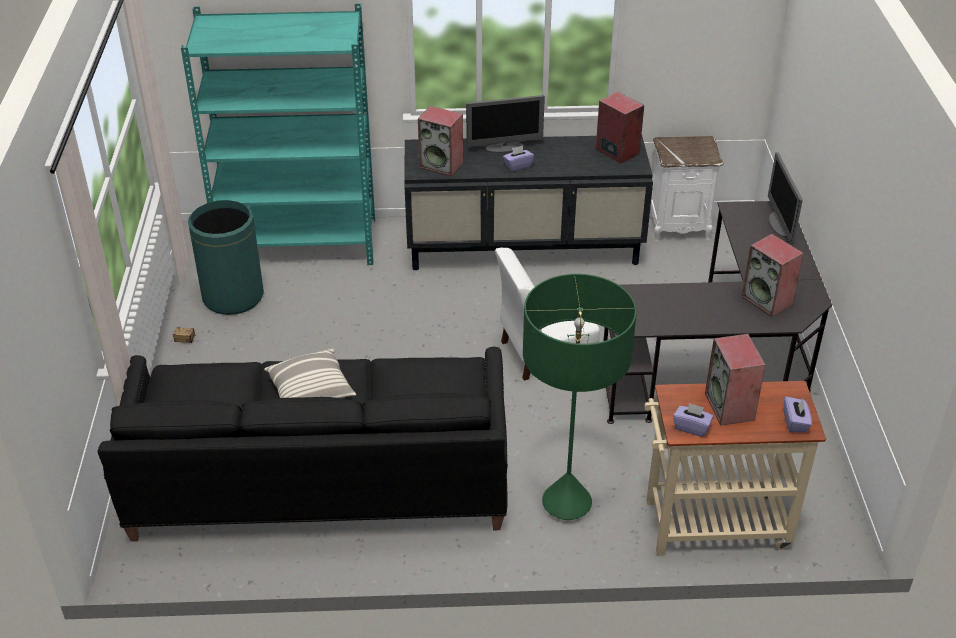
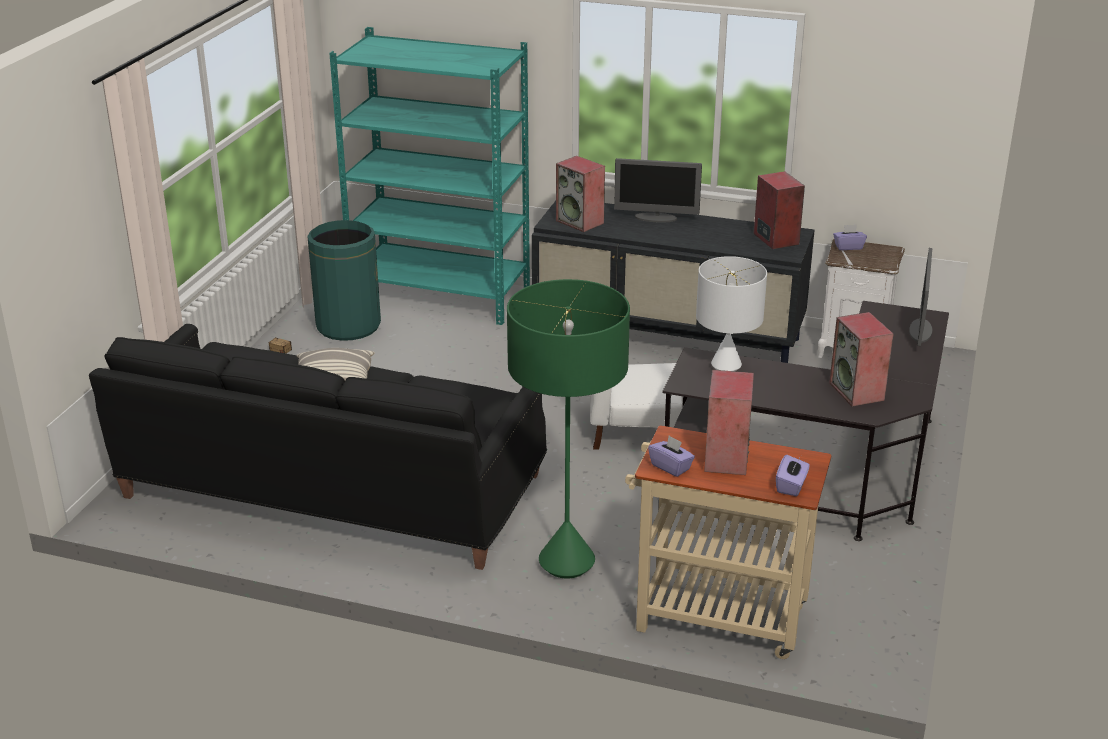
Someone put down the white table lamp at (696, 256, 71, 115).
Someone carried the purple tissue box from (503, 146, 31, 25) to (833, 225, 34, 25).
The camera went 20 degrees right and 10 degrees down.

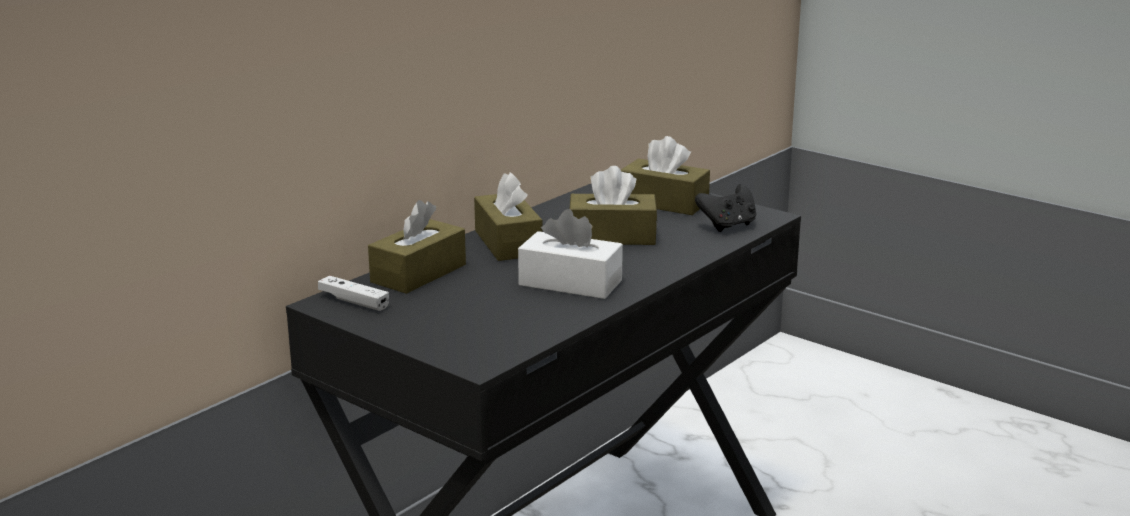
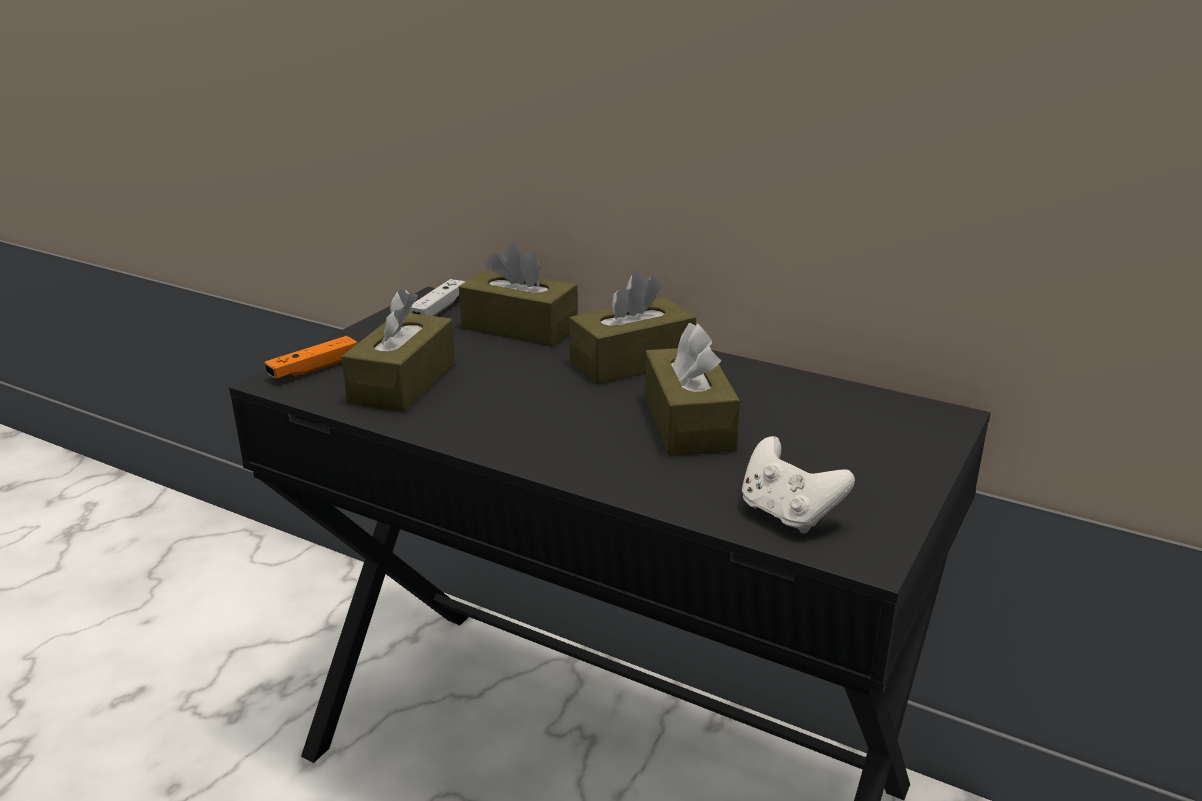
Someone put down the orange game controller at (265, 336, 93, 43).
Someone carried the brown tissue box from (621, 136, 89, 79) to (341, 289, 114, 123).
Someone repainted the black game controller at (695, 184, 61, 48), which became the white game controller at (742, 436, 113, 98).
Someone took away the white tissue box at (518, 209, 105, 90).
The camera went 80 degrees right and 5 degrees up.

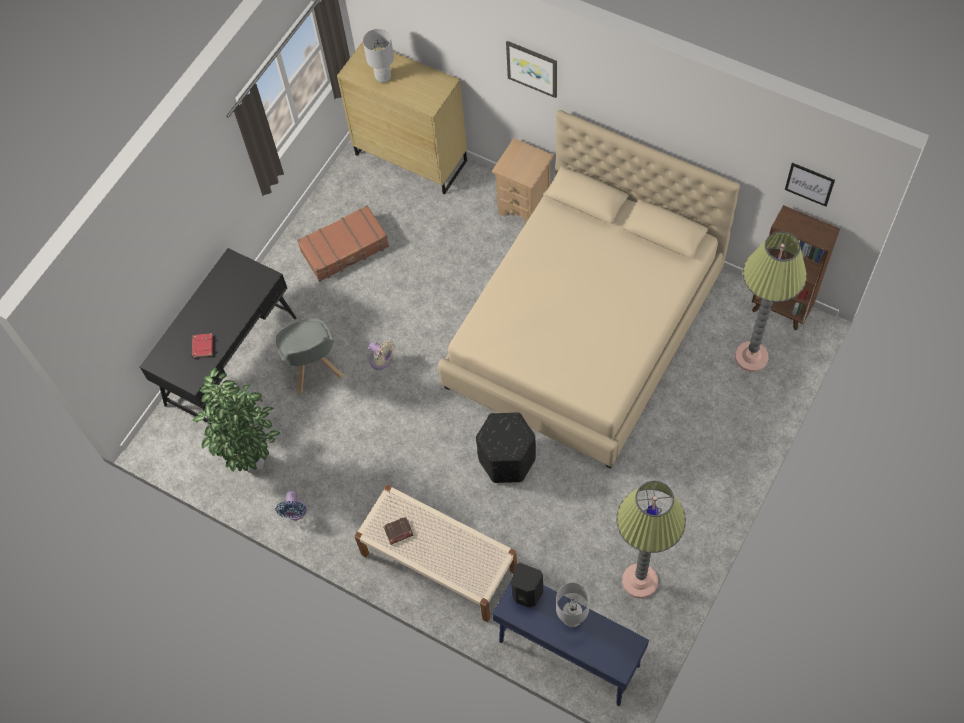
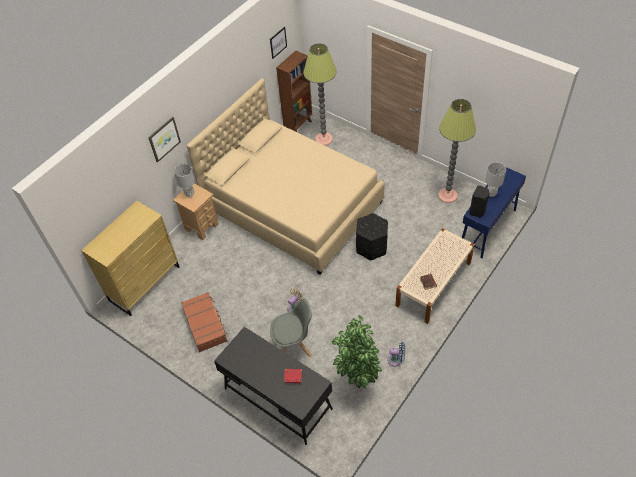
Someone carried the grey table lamp from (363, 29, 31, 54) to (174, 164, 21, 33).
The camera went 85 degrees left and 10 degrees down.

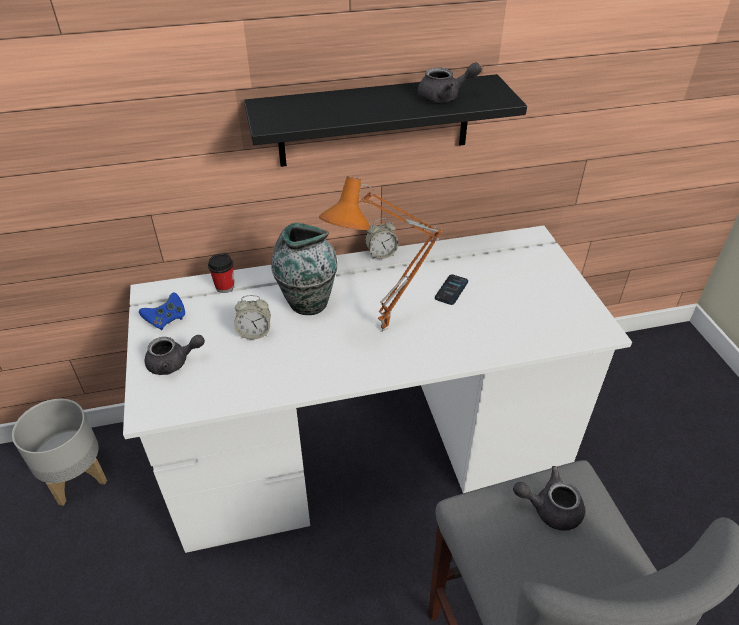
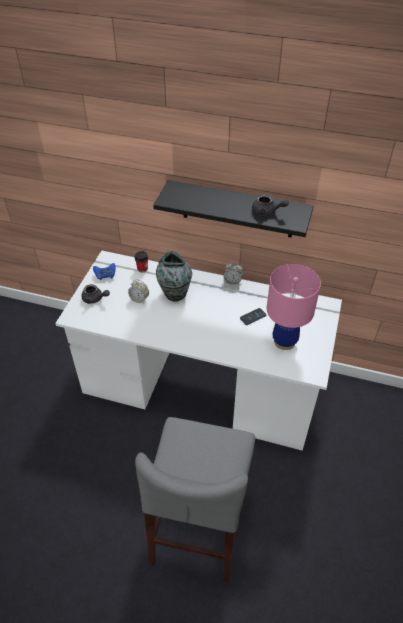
Someone put down the pink table lamp at (267, 264, 54, 86).
Someone took away the grey planter at (12, 399, 95, 107).
Someone took away the orange table lamp at (319, 176, 124, 156).
Someone took away the grey teapot at (513, 466, 72, 65).
The camera went 30 degrees right and 5 degrees up.

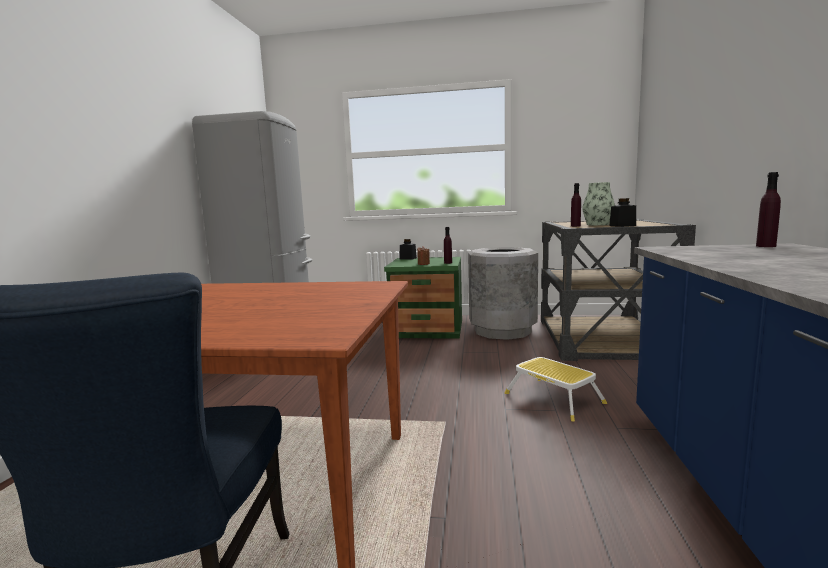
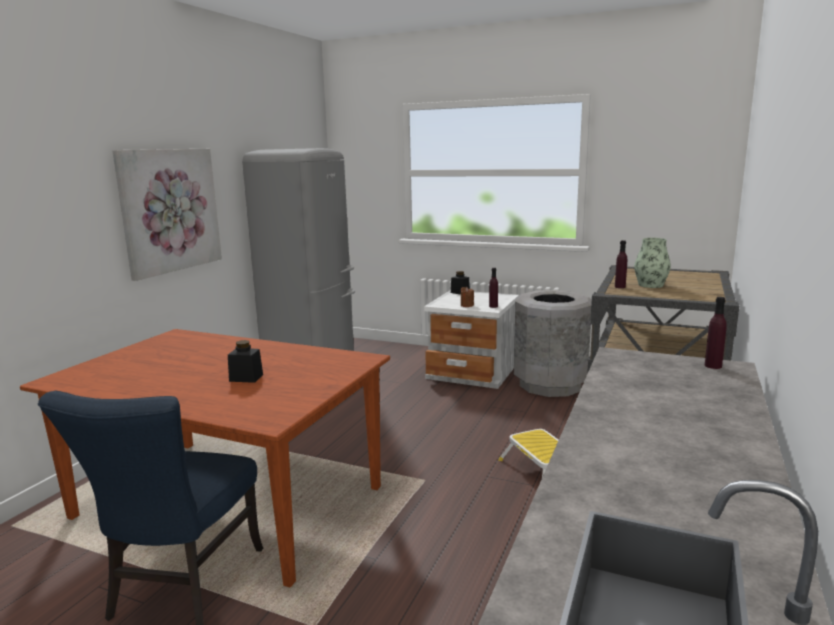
Someone put up the picture at (112, 149, 110, 132).
Someone carried the black jar from (609, 198, 27, 29) to (228, 340, 35, 43).
Someone repainted the green nightstand at (384, 257, 78, 82), which became the white nightstand at (424, 290, 95, 99).
The camera went 15 degrees right and 5 degrees up.

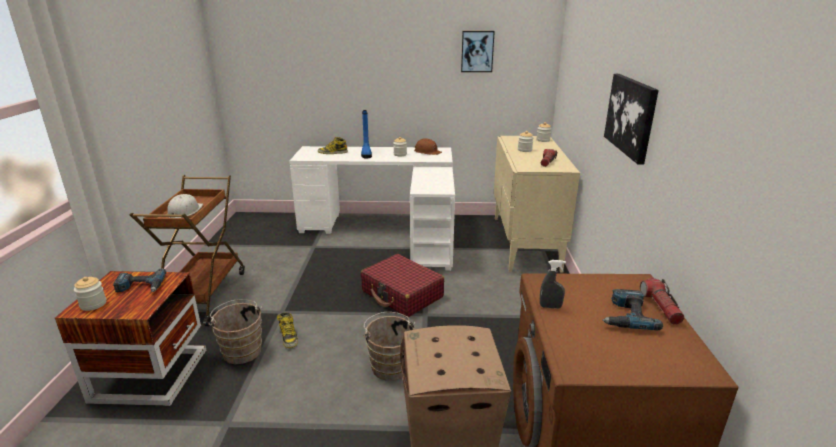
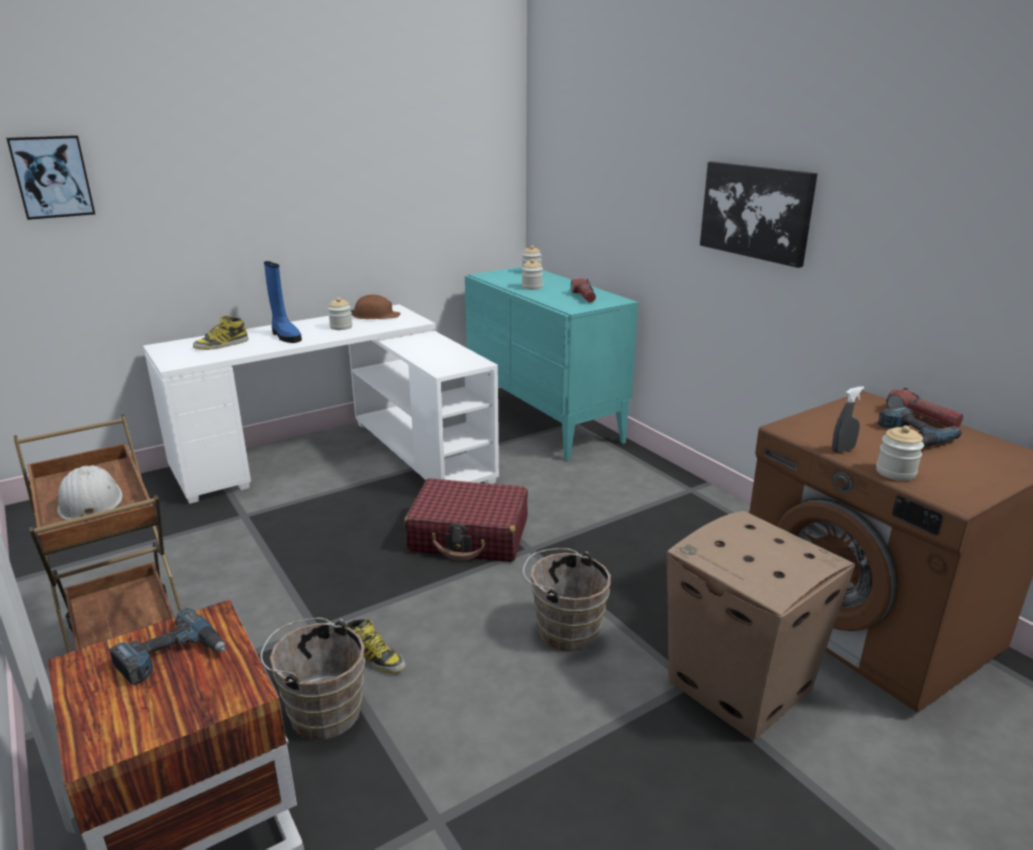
Someone carried the picture from (461, 31, 34, 41) to (6, 135, 89, 85).
Someone repainted the beige cabinet at (494, 136, 86, 137), which became the turquoise cabinet at (465, 267, 174, 194).
Someone carried the jar from (74, 277, 32, 34) to (876, 426, 48, 55).
The camera went 35 degrees left and 0 degrees up.

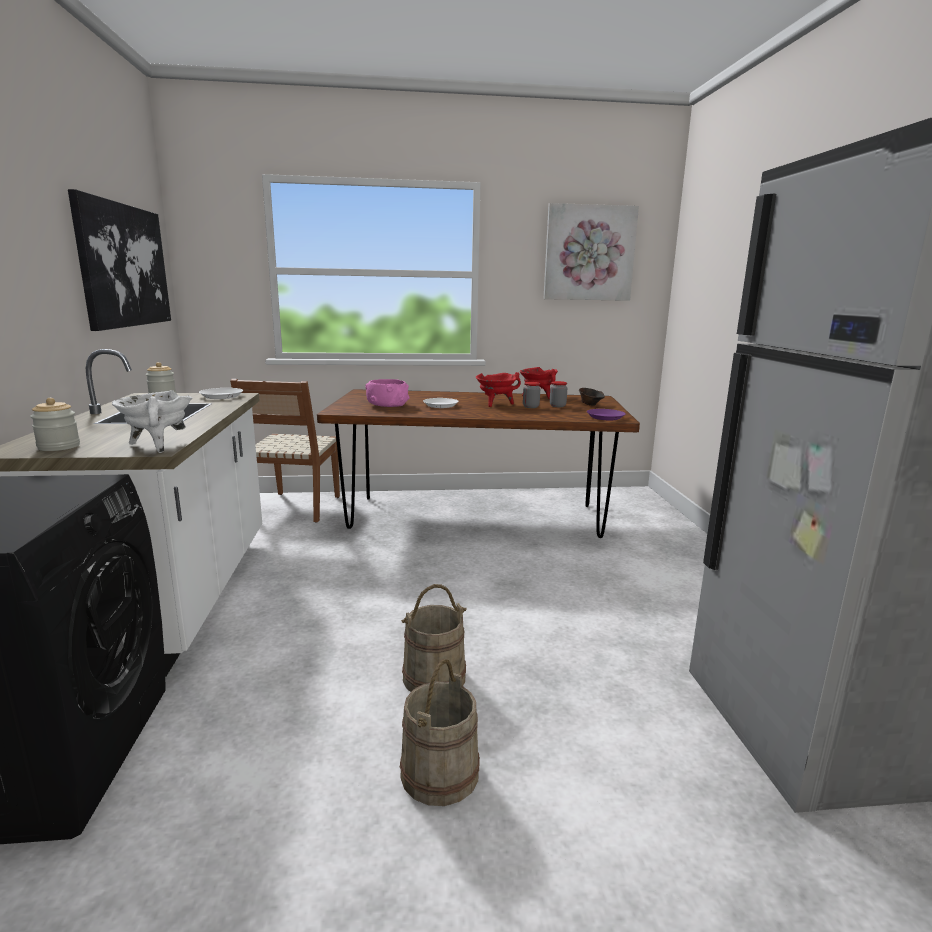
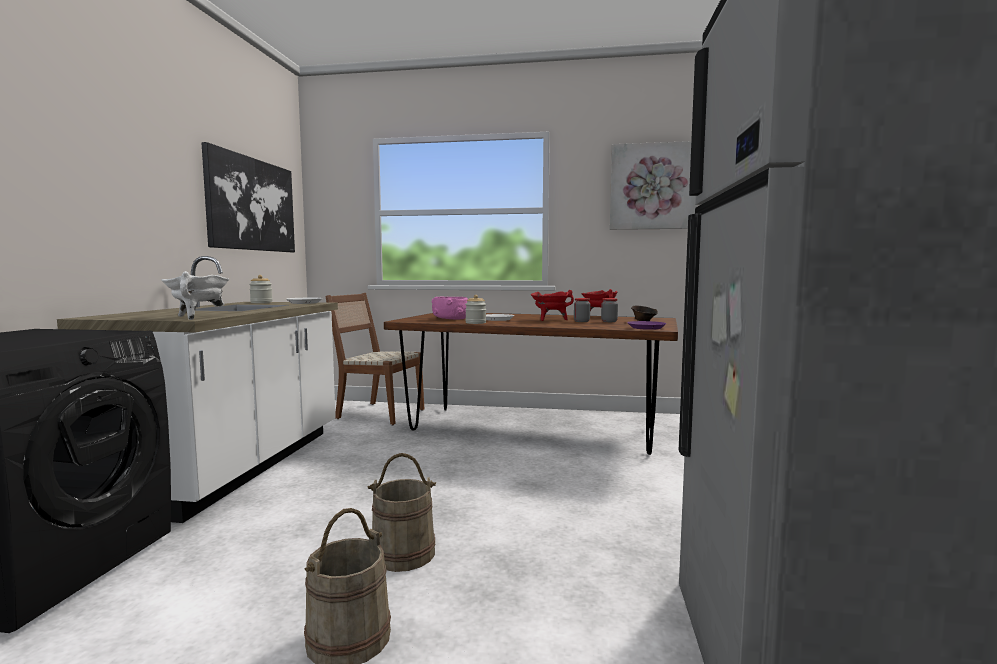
Someone rotated the chair at (230, 379, 110, 144) by 90 degrees clockwise.
Someone carried the jar from (30, 398, 50, 53) to (465, 295, 21, 29).
The camera went 15 degrees right and 10 degrees down.

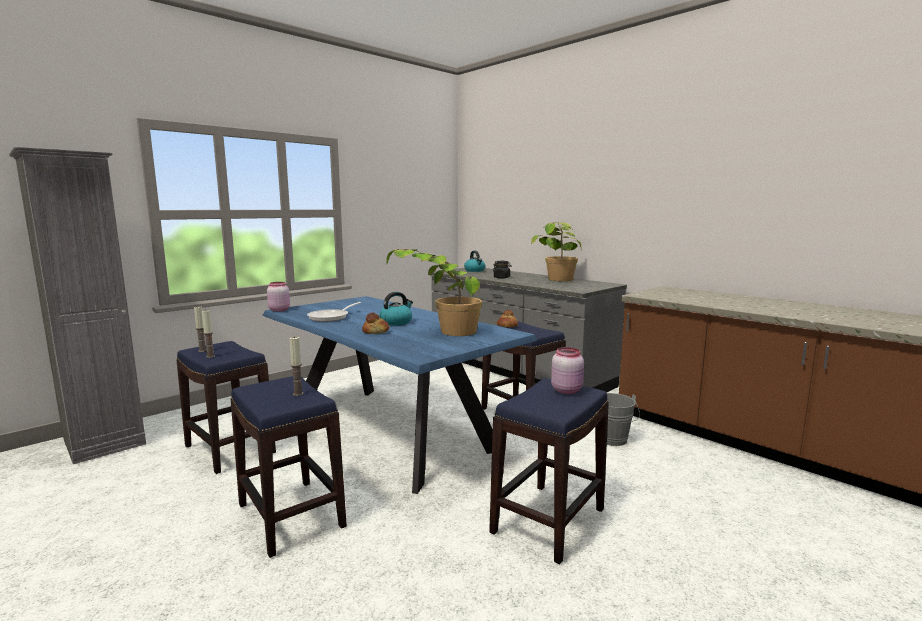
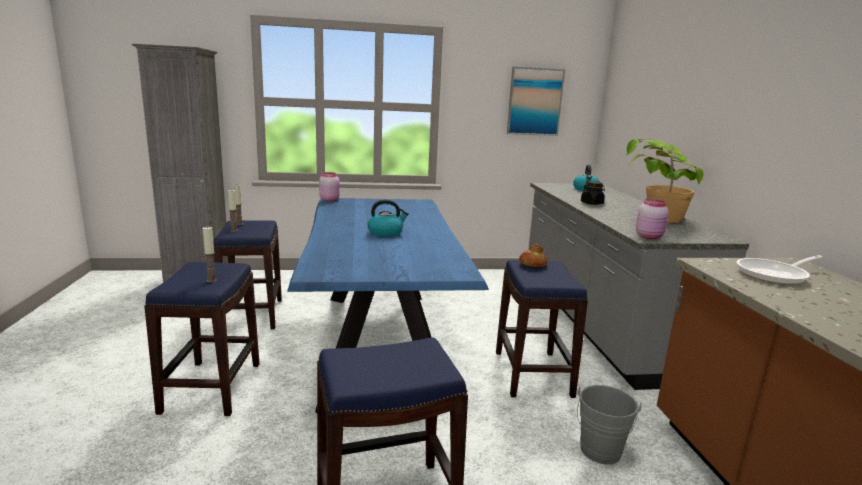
Someone put up the picture at (507, 67, 58, 69).
Someone carried the pink jar from (551, 347, 33, 47) to (636, 199, 33, 40).
Someone carried the frying pan from (307, 302, 54, 20) to (737, 255, 86, 30).
Someone took away the bread at (362, 312, 27, 22).
Someone took away the potted plant at (386, 249, 96, 87).
The camera went 35 degrees right and 5 degrees up.

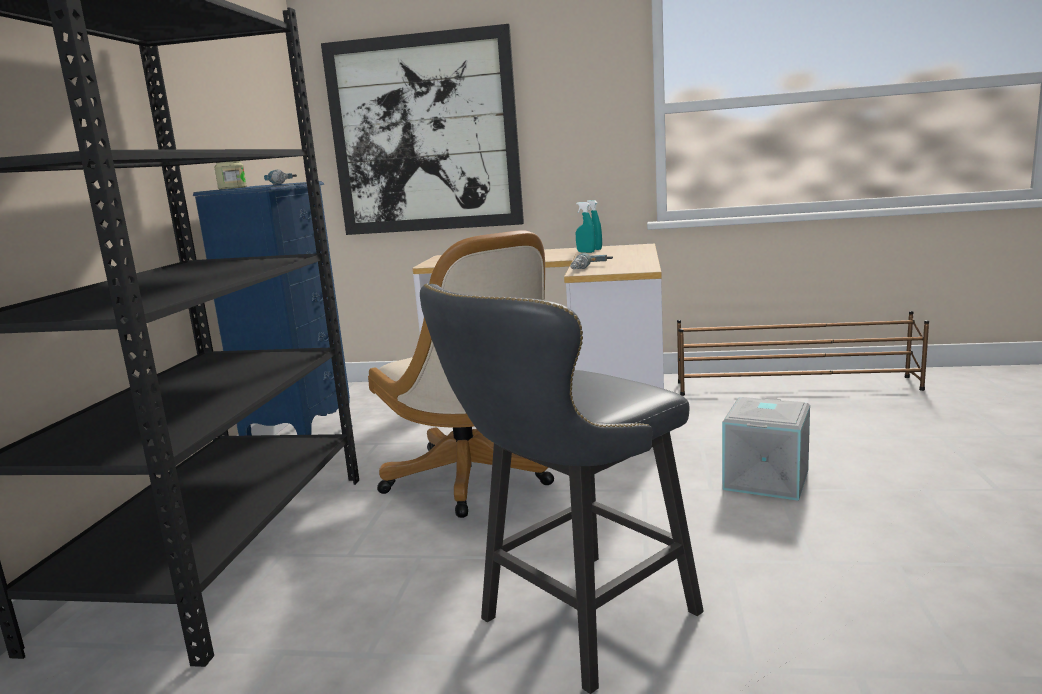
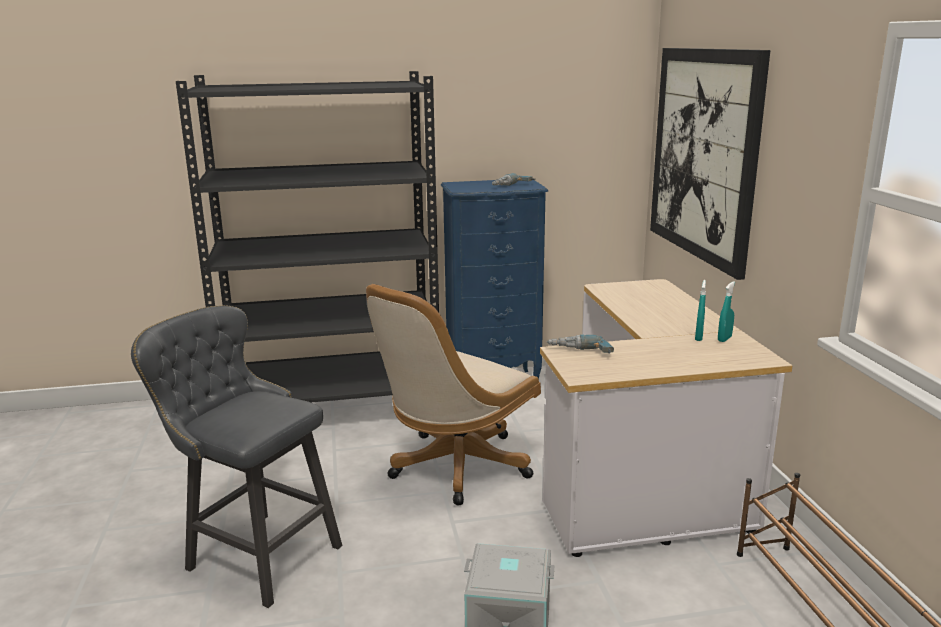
Someone took away the jar at (214, 161, 33, 28).
The camera went 70 degrees right and 5 degrees up.

